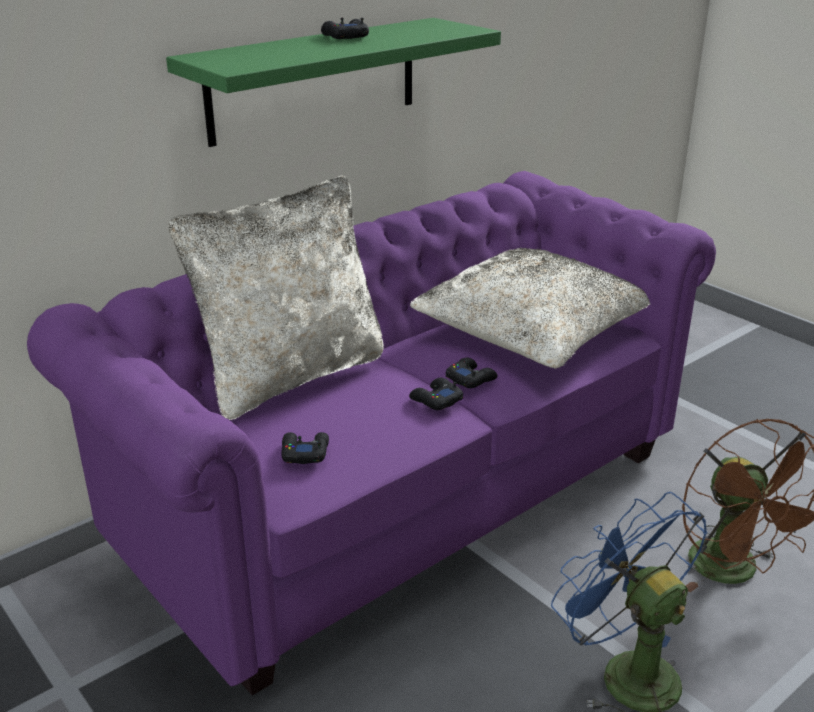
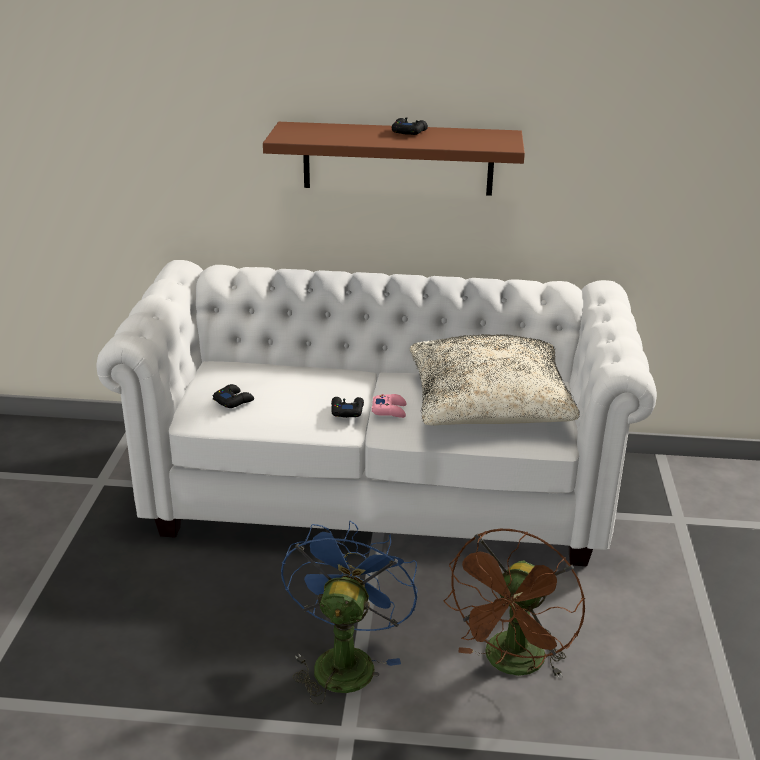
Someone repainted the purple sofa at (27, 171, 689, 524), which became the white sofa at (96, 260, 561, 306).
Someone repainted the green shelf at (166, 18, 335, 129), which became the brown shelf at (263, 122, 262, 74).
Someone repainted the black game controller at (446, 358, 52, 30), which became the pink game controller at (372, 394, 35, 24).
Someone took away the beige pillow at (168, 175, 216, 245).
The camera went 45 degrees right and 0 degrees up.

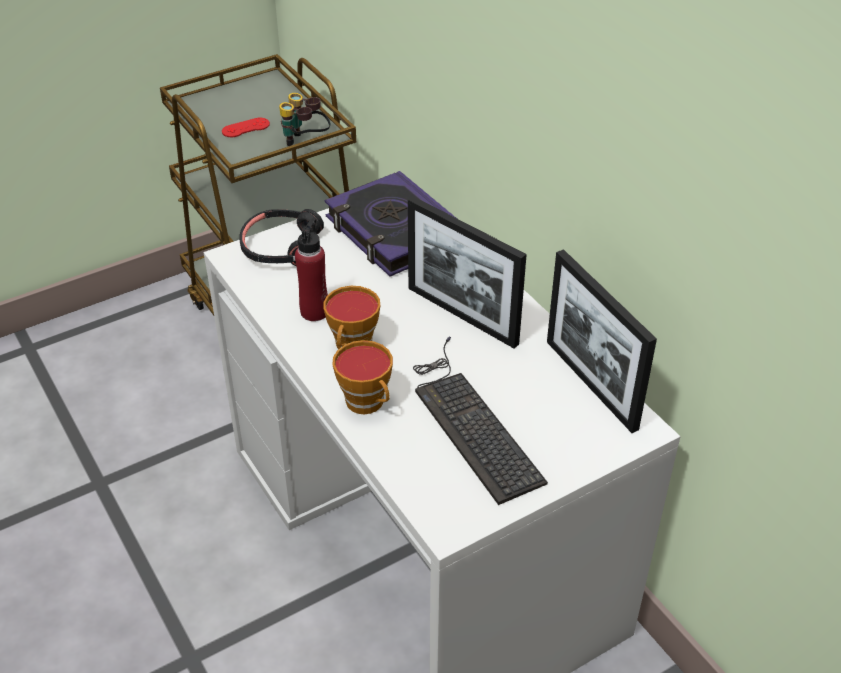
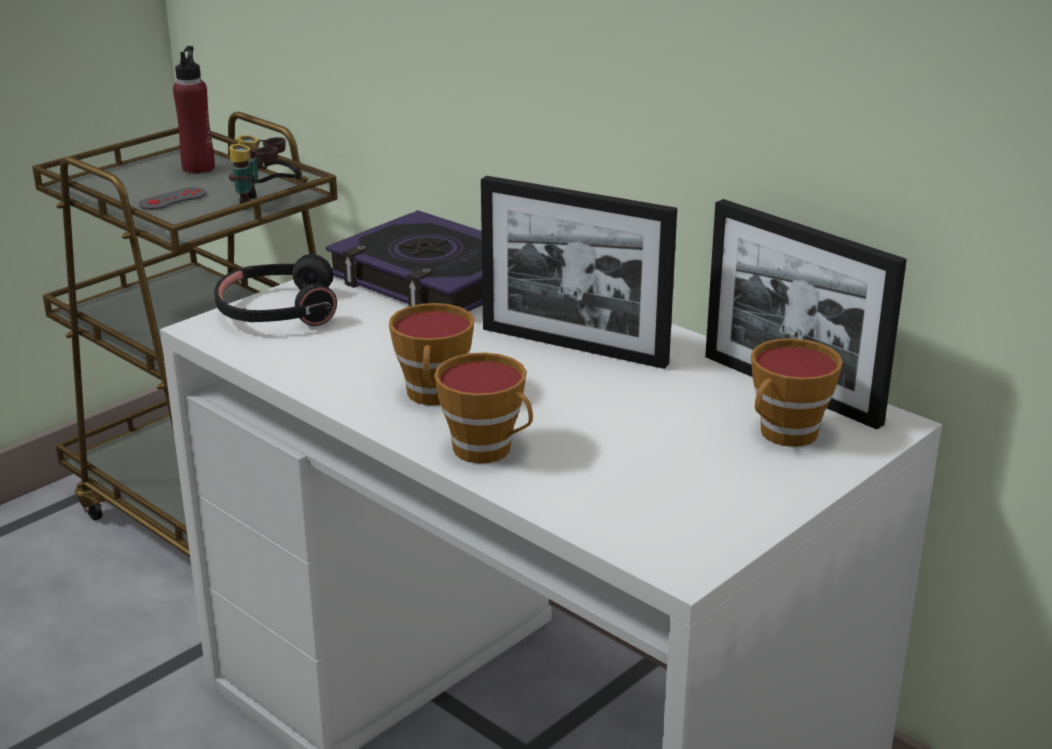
Someone repainted the red game controller at (222, 118, 48, 19), which became the grey game controller at (139, 187, 67, 23).
Someone carried the red bottle from (295, 219, 33, 102) to (173, 46, 42, 128).
Someone put down the cup at (751, 338, 92, 109).
Someone took away the keyboard at (413, 337, 135, 168).
The camera went 15 degrees left and 15 degrees down.

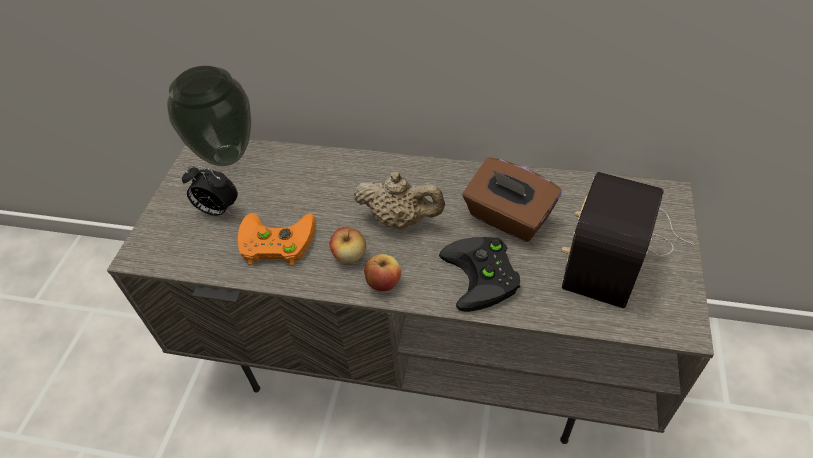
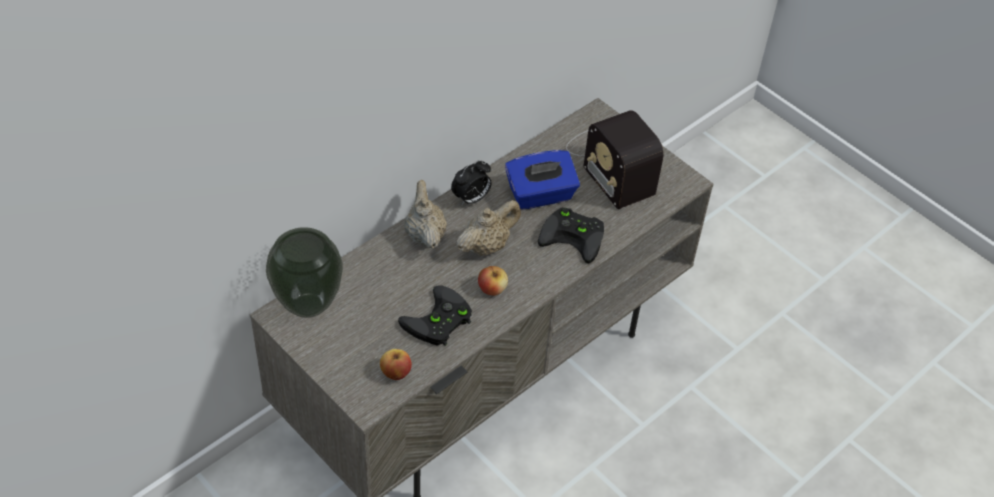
Someone carried the apple from (364, 254, 37, 37) to (380, 349, 32, 31).
Someone repainted the orange game controller at (238, 213, 77, 53), which became the black game controller at (398, 285, 74, 61).
Someone put down the beige teapot at (404, 180, 43, 69).
Someone carried the alarm clock from (182, 165, 56, 51) to (451, 160, 41, 45).
Someone repainted the brown tissue box at (462, 158, 100, 84), which became the blue tissue box at (505, 150, 75, 60).
The camera went 60 degrees left and 0 degrees up.

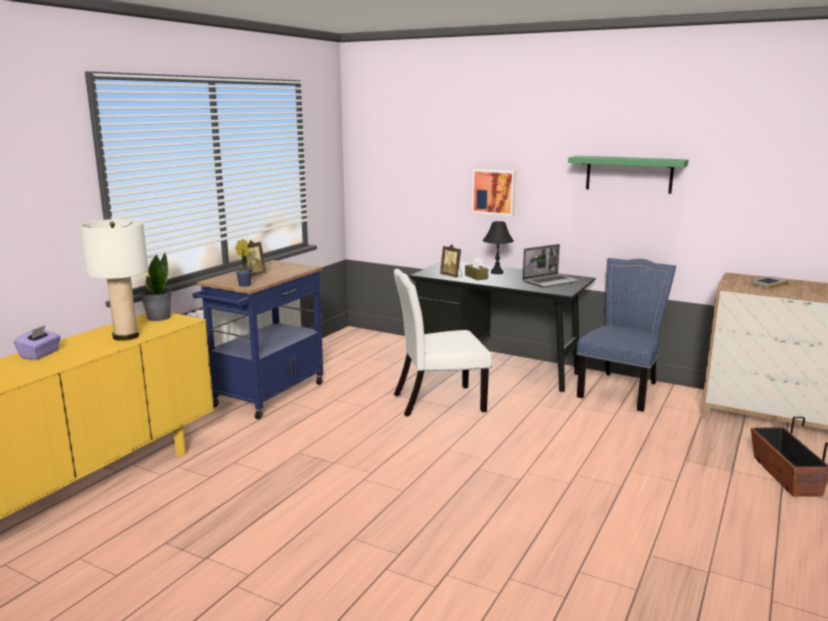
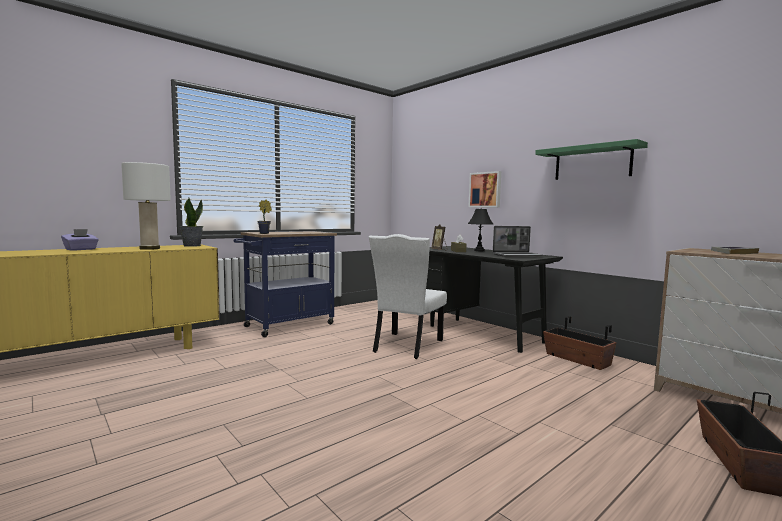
Someone rotated the white chair at (394, 269, 98, 147) by 75 degrees counterclockwise.
Someone swapped the blue chair at (576, 258, 100, 154) for the planter at (543, 316, 74, 54).
Someone took away the picture frame at (243, 240, 23, 37).
The camera went 20 degrees right and 10 degrees down.

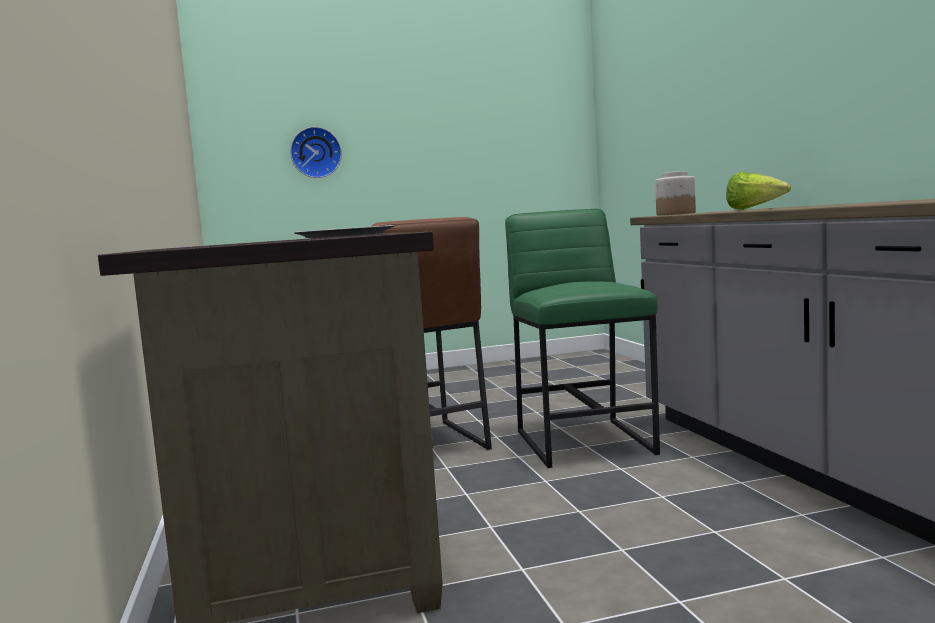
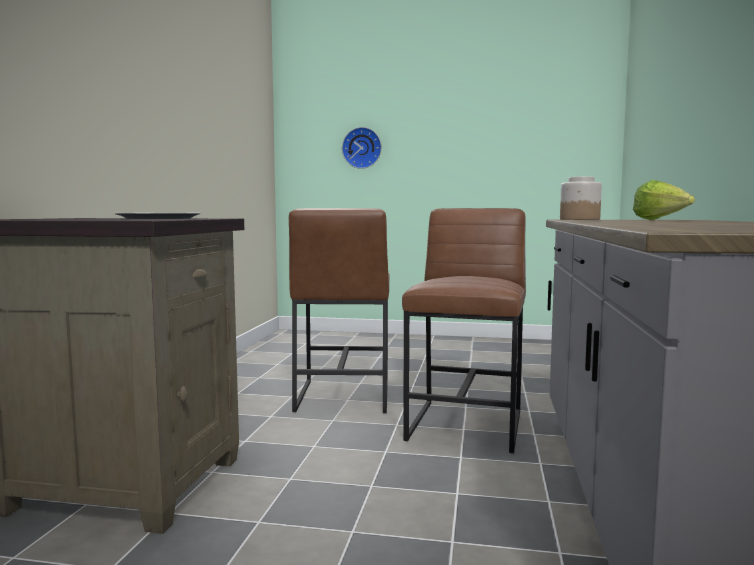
Someone repainted the green chair at (505, 209, 155, 259), which became the brown chair at (402, 208, 124, 245).
The camera went 25 degrees right and 0 degrees up.

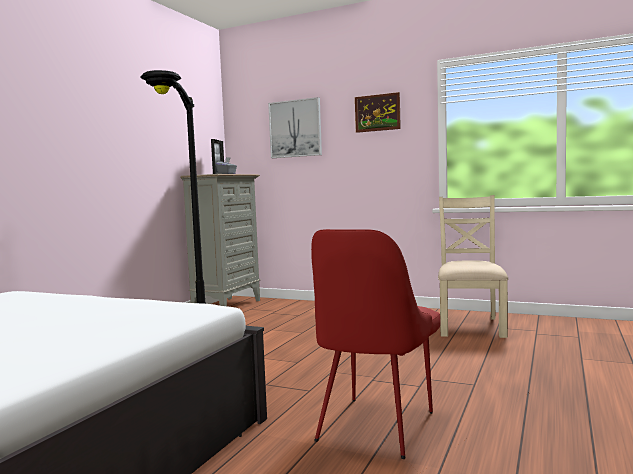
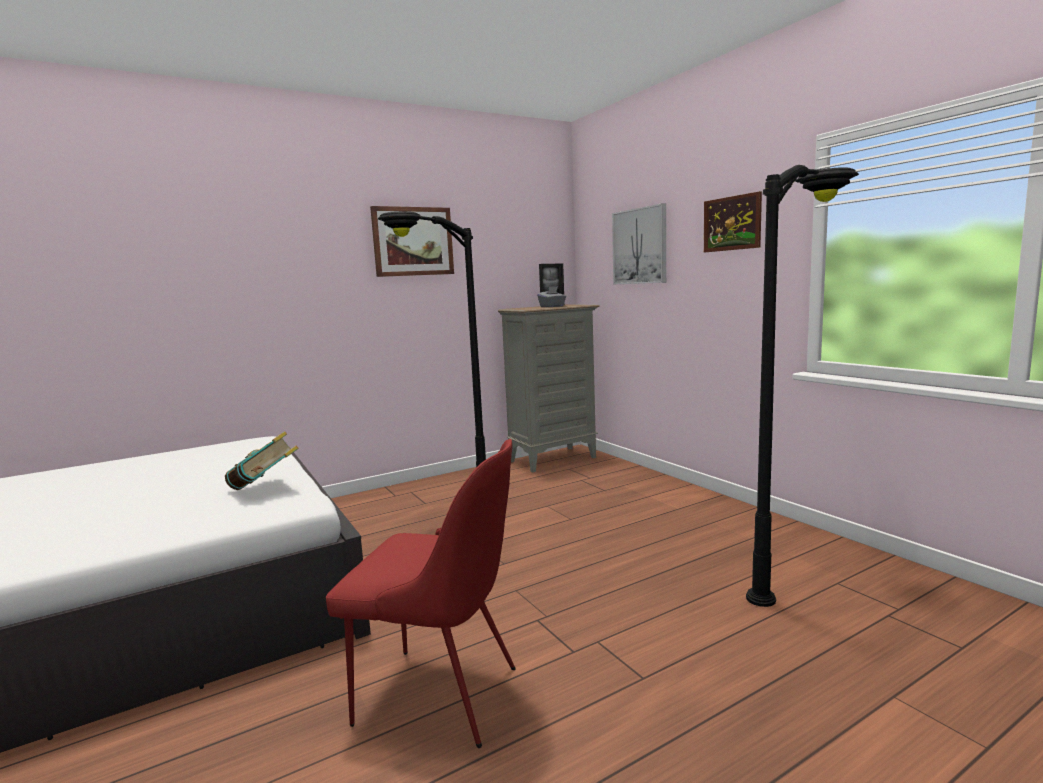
Someone put down the book at (225, 431, 73, 59).
Someone rotated the red chair at (311, 229, 130, 230) by 135 degrees counterclockwise.
Someone put up the picture at (370, 206, 84, 71).
Someone swapped the beige chair at (438, 195, 70, 143) for the black floor lamp at (746, 165, 113, 442).
The camera went 35 degrees right and 5 degrees up.

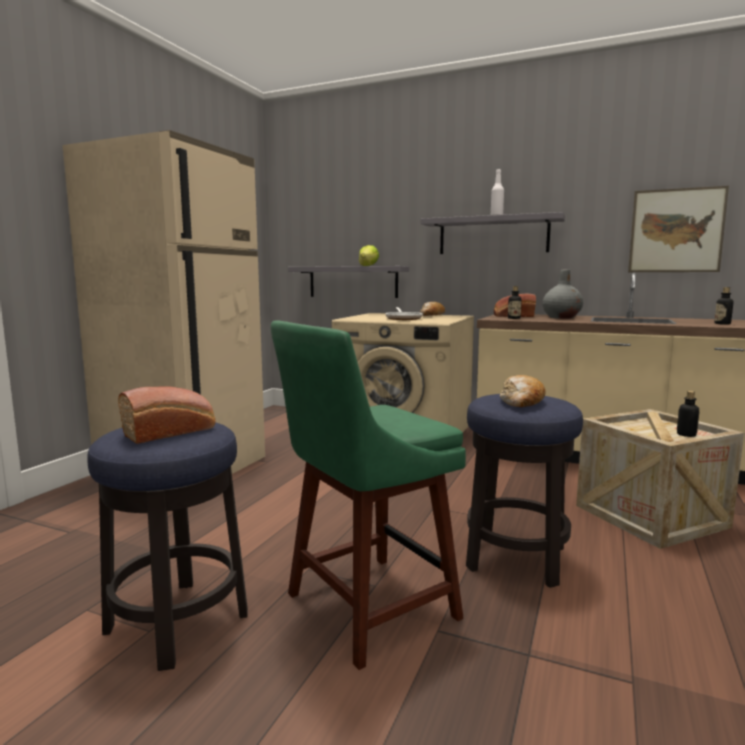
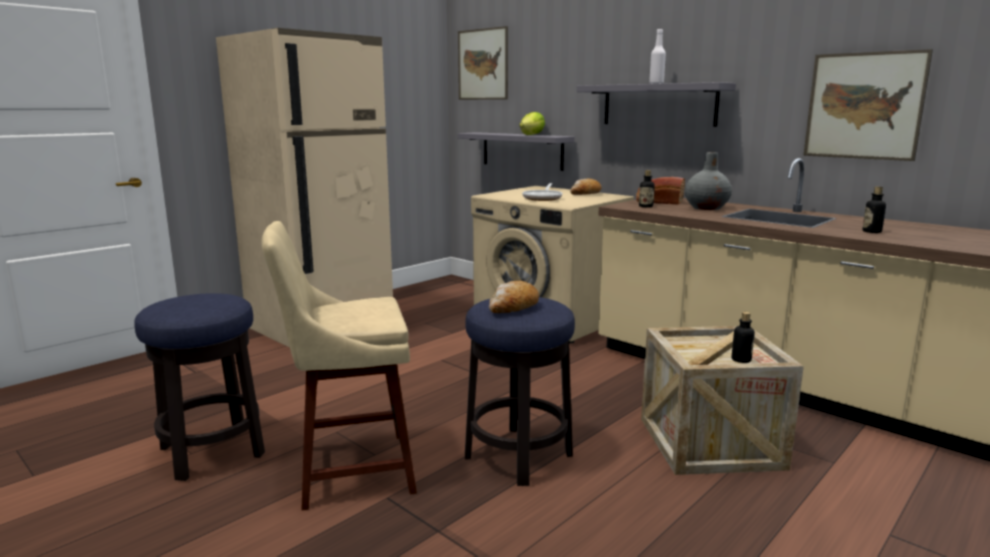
Someone repainted the green chair at (270, 320, 196, 350), which became the beige chair at (261, 221, 156, 290).
Someone put up the picture at (458, 26, 50, 74).
Someone took away the bread at (118, 387, 97, 57).
The camera went 20 degrees right and 5 degrees up.

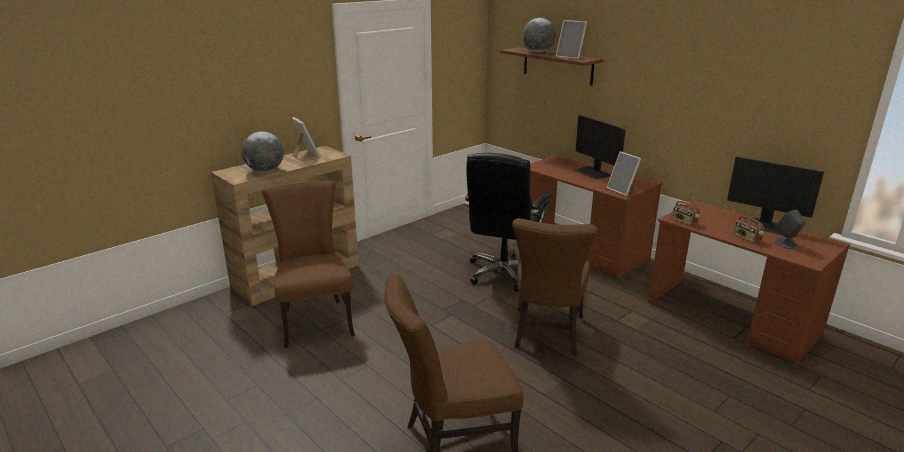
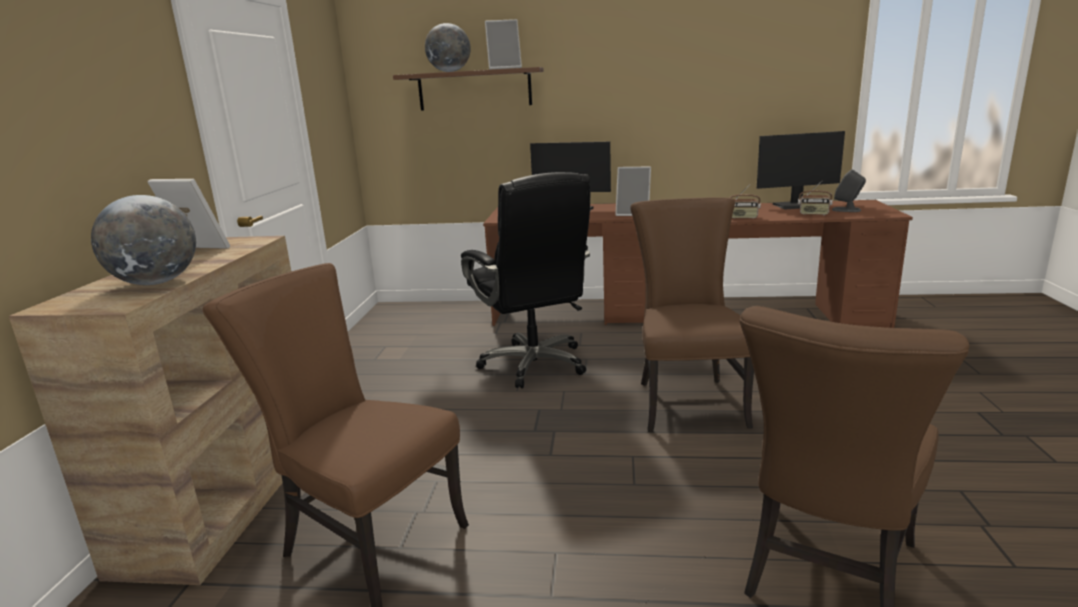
Someone rotated the brown chair at (512, 218, 85, 138) by 150 degrees counterclockwise.
The camera went 40 degrees left and 5 degrees down.

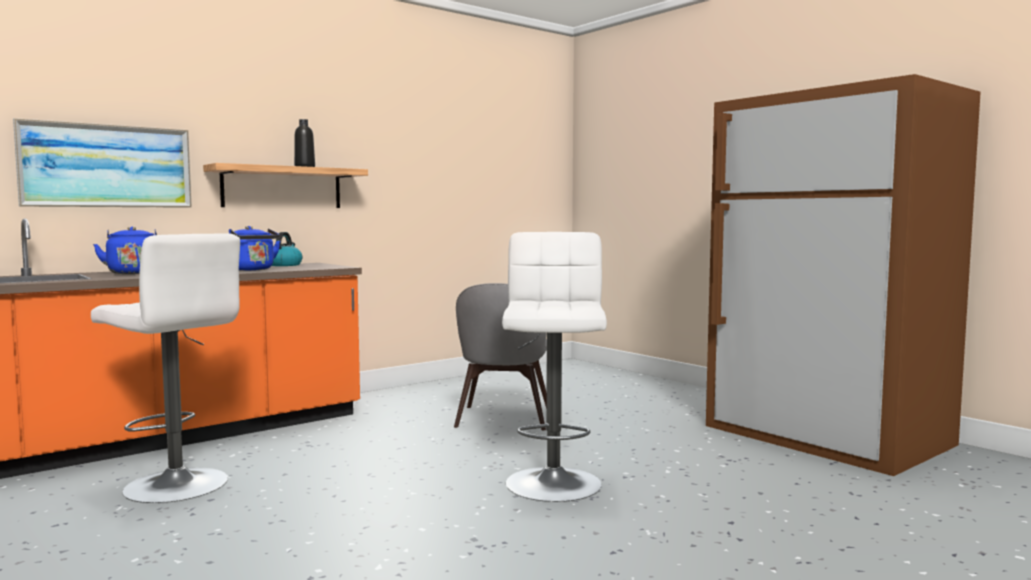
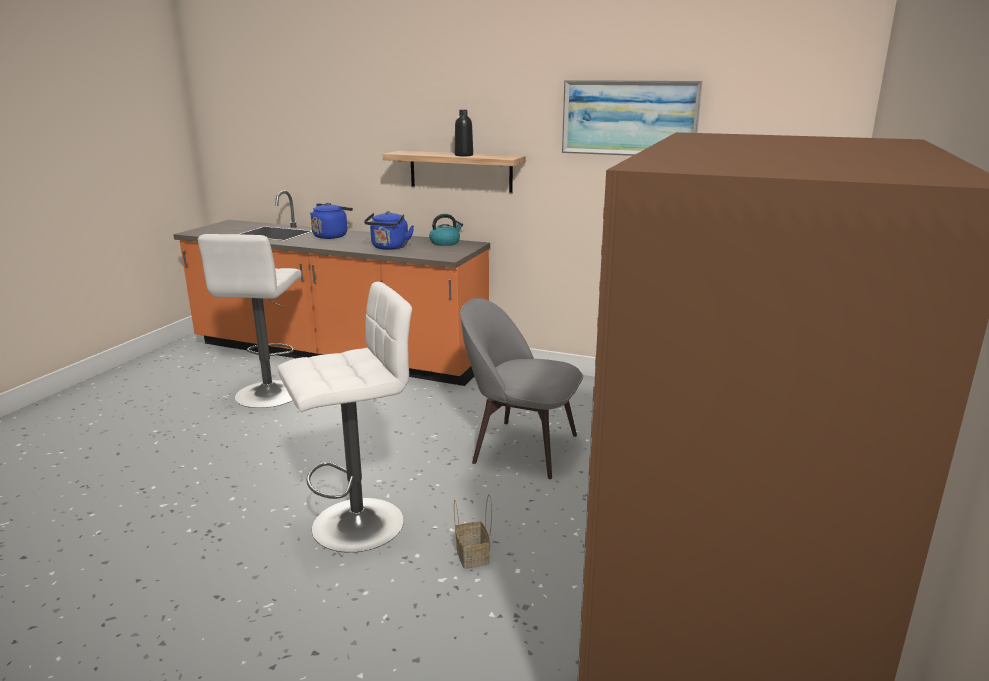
Someone put down the basket at (454, 494, 38, 75).
Someone rotated the grey chair at (454, 283, 93, 147) by 45 degrees clockwise.
Someone carried the picture from (13, 118, 179, 90) to (562, 80, 141, 76).
The camera went 60 degrees right and 15 degrees up.

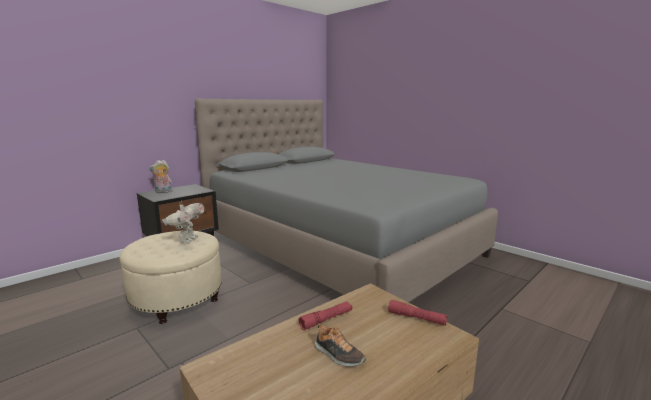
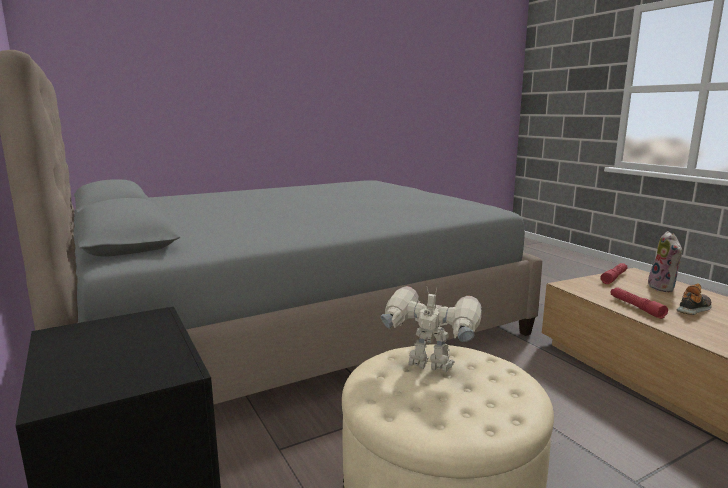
Someone carried the plush toy from (149, 160, 24, 33) to (648, 231, 34, 61).
The camera went 75 degrees left and 0 degrees up.

